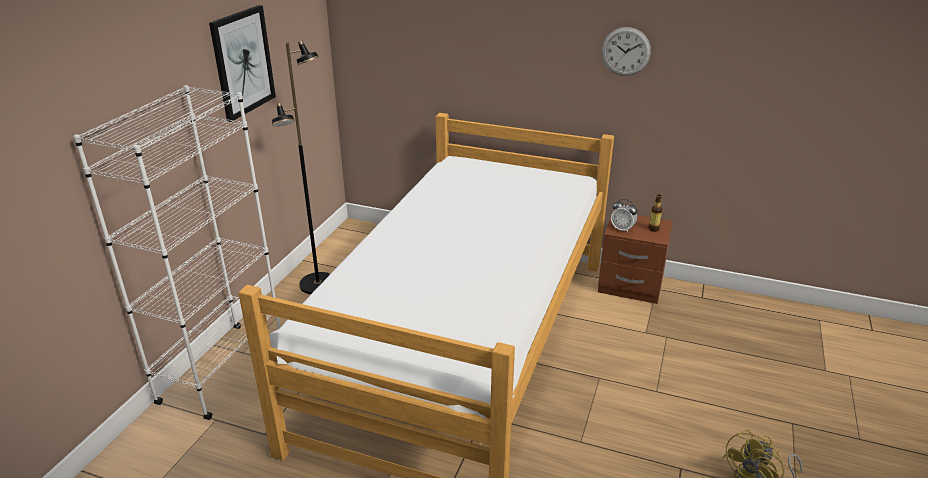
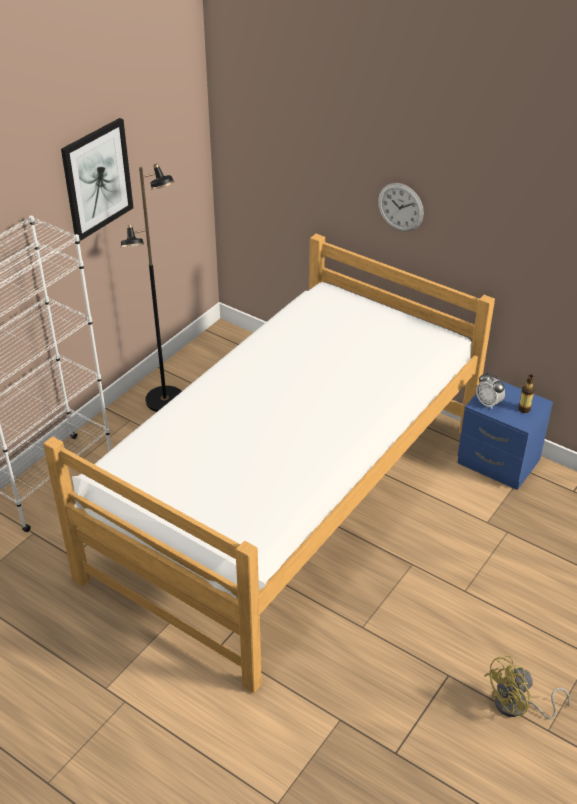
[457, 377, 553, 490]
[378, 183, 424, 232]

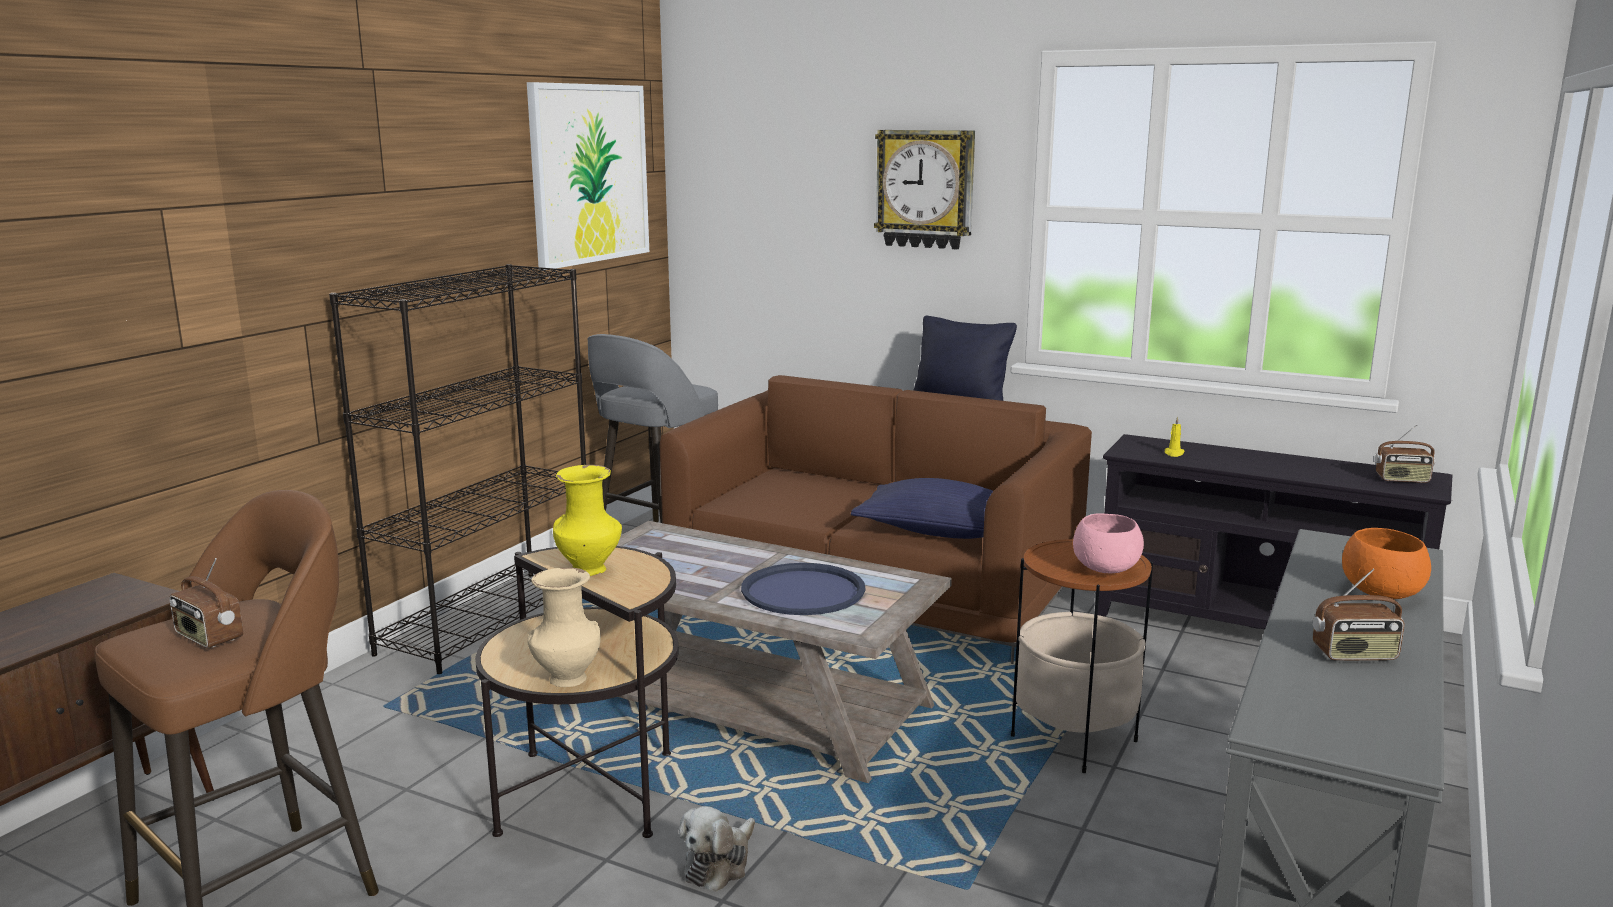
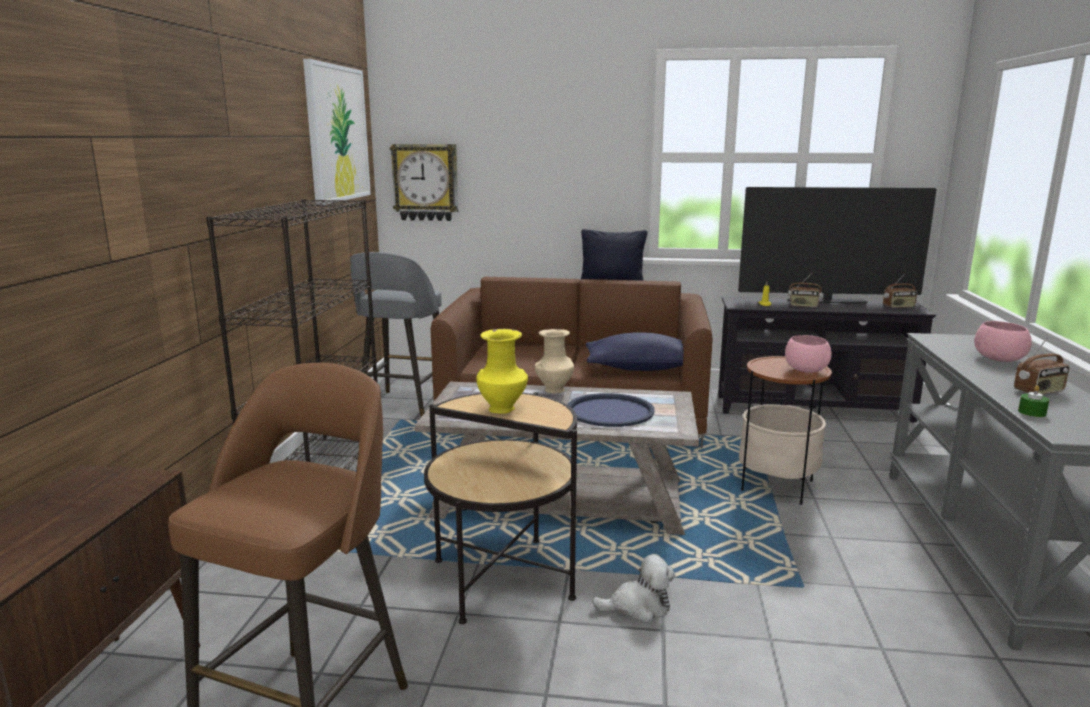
[788, 273, 822, 308]
[535, 329, 574, 393]
[592, 554, 675, 622]
[390, 144, 458, 221]
[974, 321, 1032, 362]
[738, 187, 937, 304]
[1018, 385, 1049, 417]

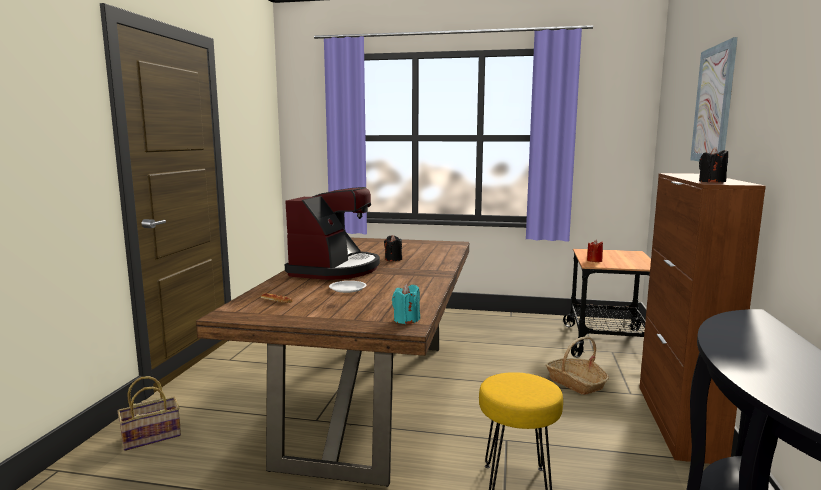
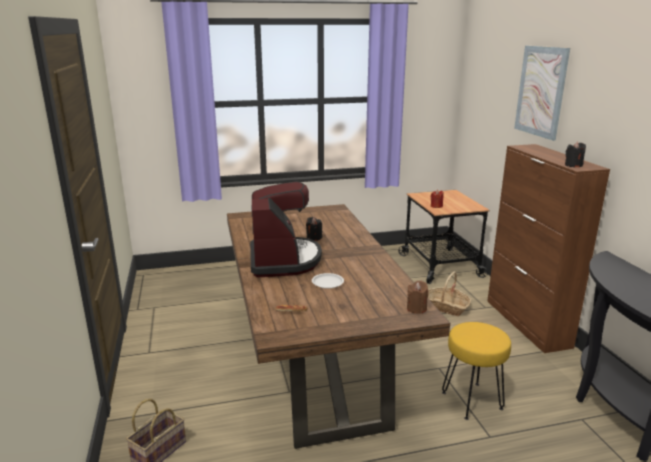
[407, 281, 429, 314]

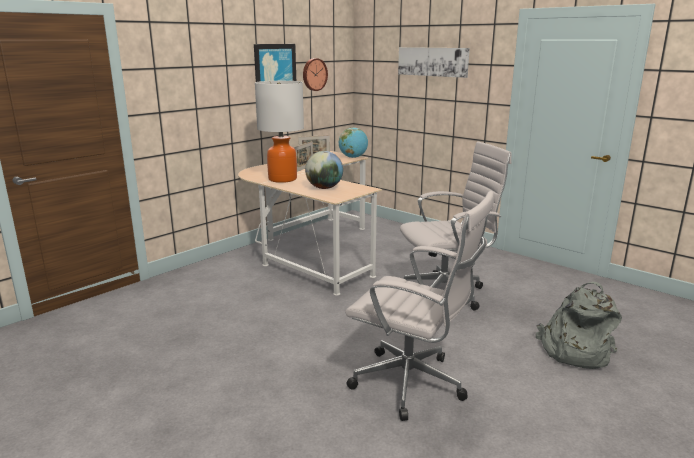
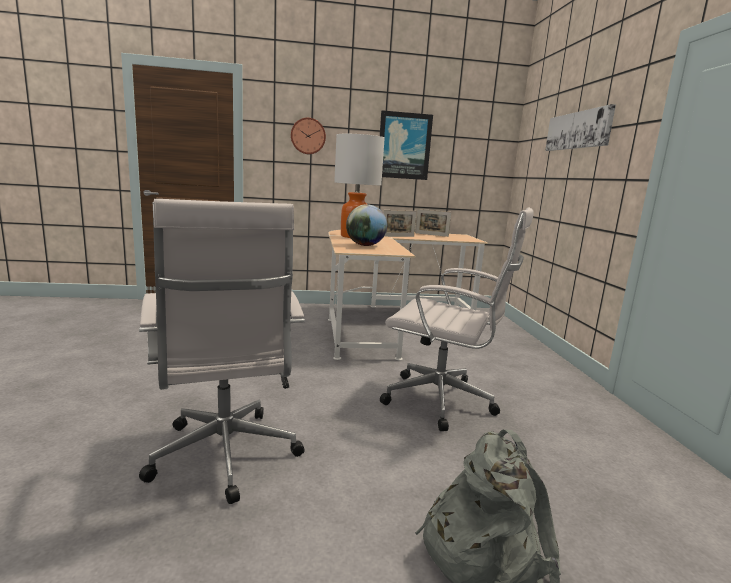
[291, 118, 326, 154]
[339, 127, 368, 158] (first image)

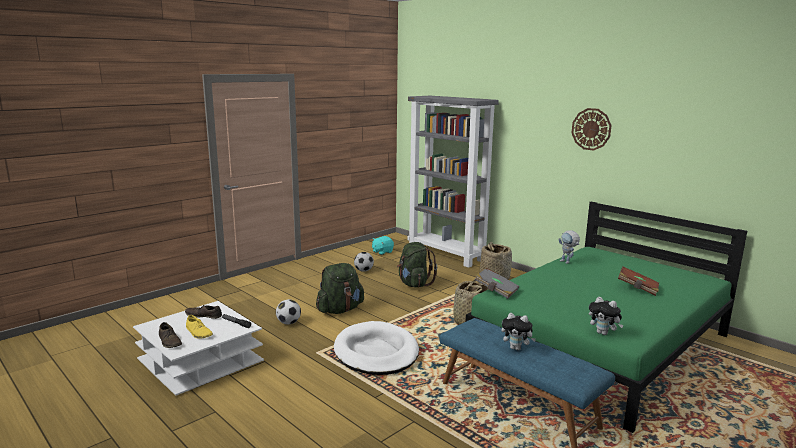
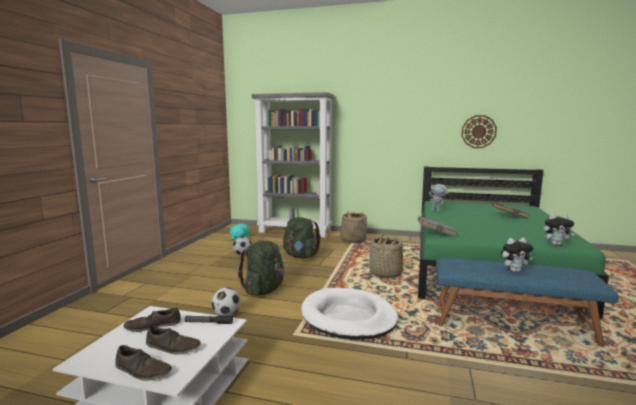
[146, 326, 201, 355]
[461, 115, 497, 148]

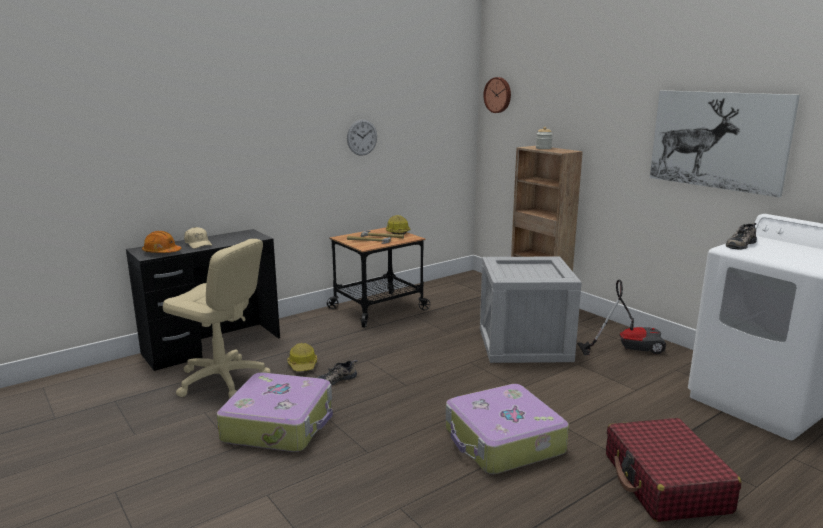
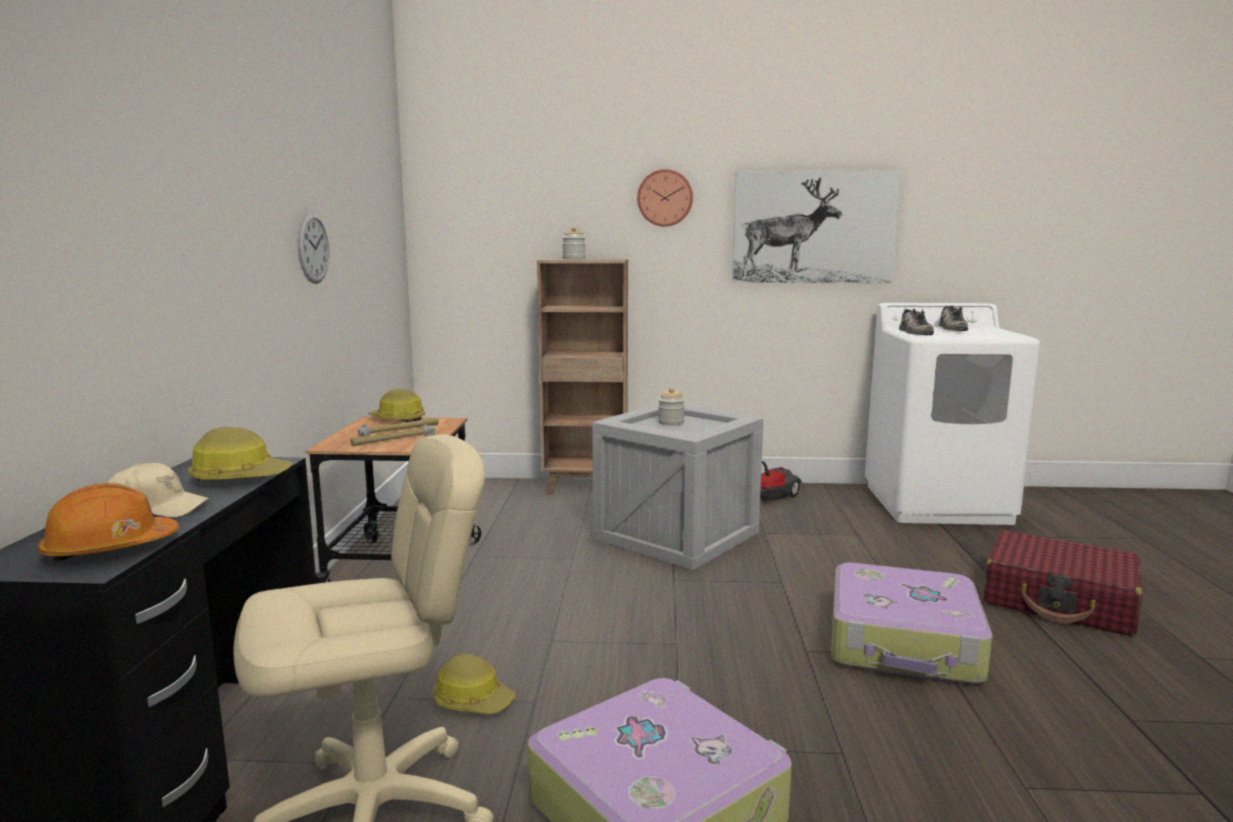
[939, 305, 968, 331]
[637, 169, 693, 227]
[189, 427, 293, 481]
[658, 388, 685, 425]

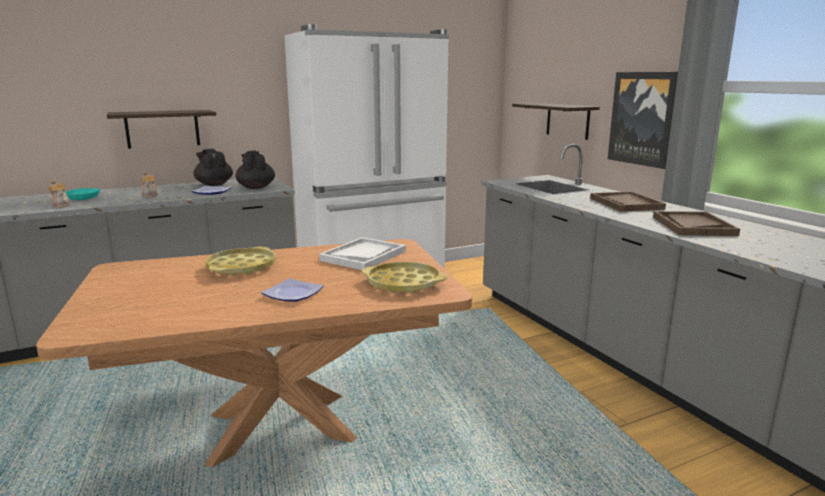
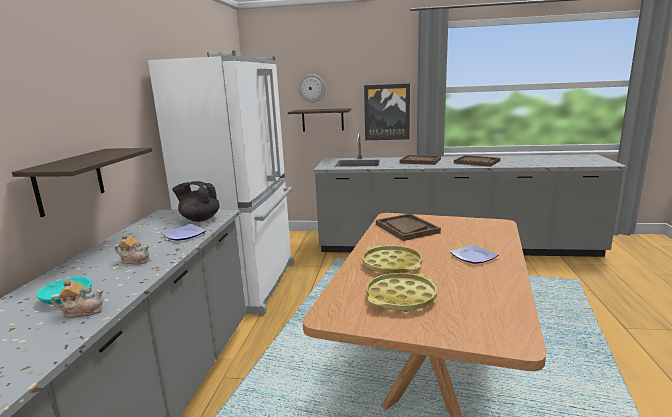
[193, 149, 233, 186] (first image)
[376, 214, 441, 241]
[366, 273, 437, 312]
[298, 74, 325, 103]

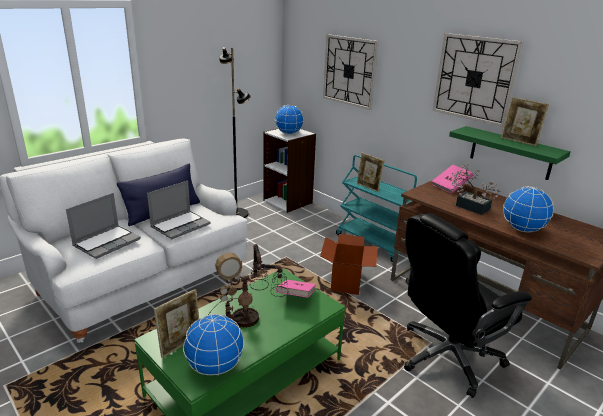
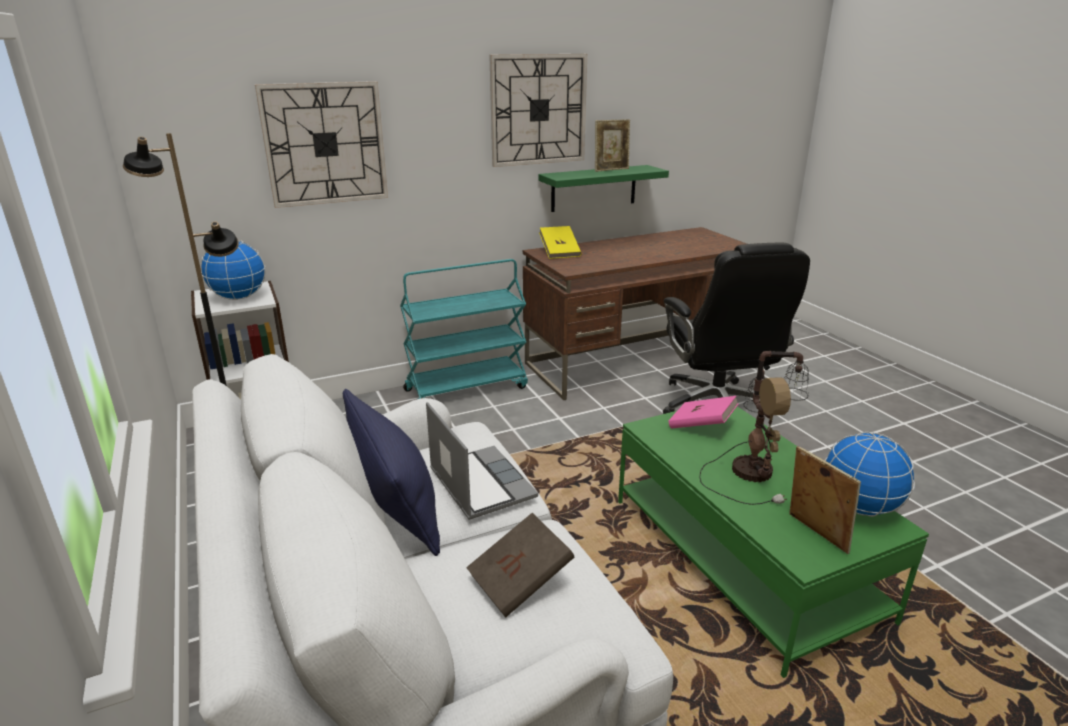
[466, 513, 574, 618]
[320, 234, 378, 295] (first image)
[356, 153, 384, 192] (first image)
[539, 226, 581, 259]
[451, 164, 501, 215] (first image)
[503, 186, 554, 232] (first image)

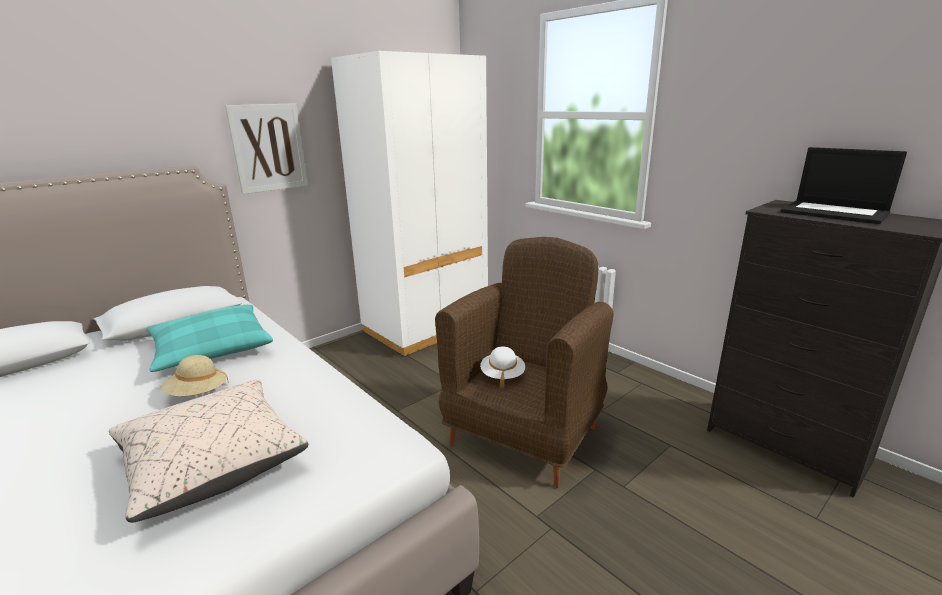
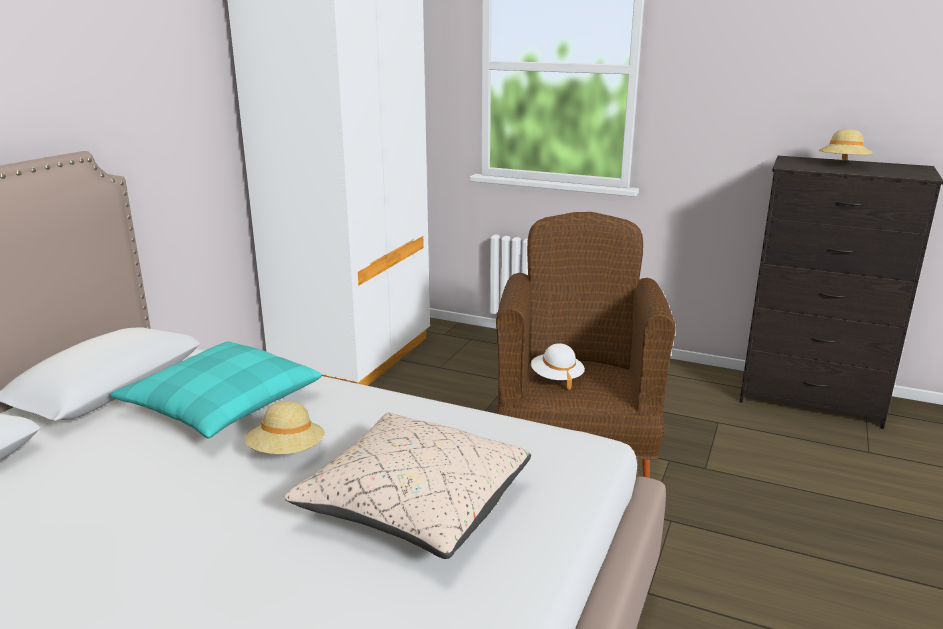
[225, 103, 308, 194] (first image)
[818, 129, 873, 161]

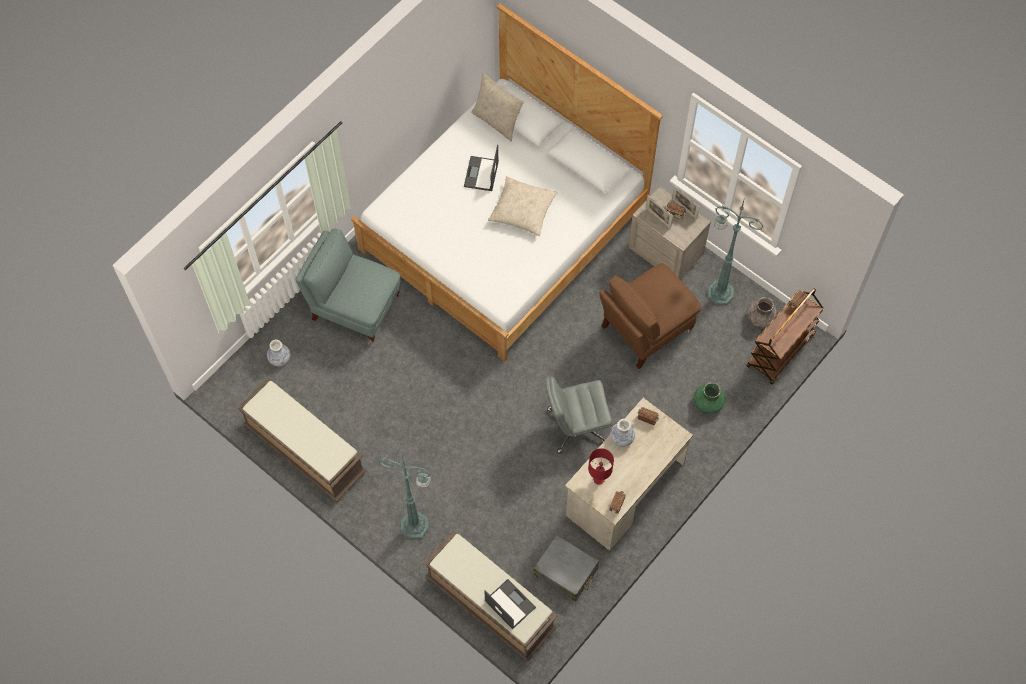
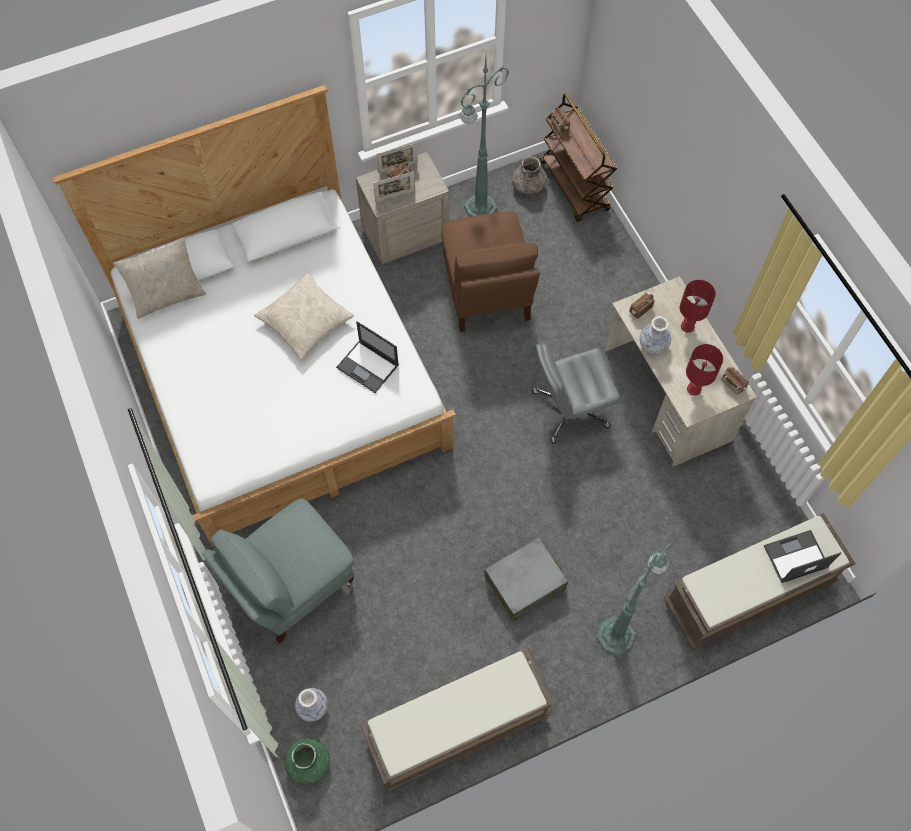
[336, 321, 399, 393]
[485, 537, 568, 620]
[532, 343, 620, 443]
[285, 738, 330, 785]
[680, 280, 716, 333]

